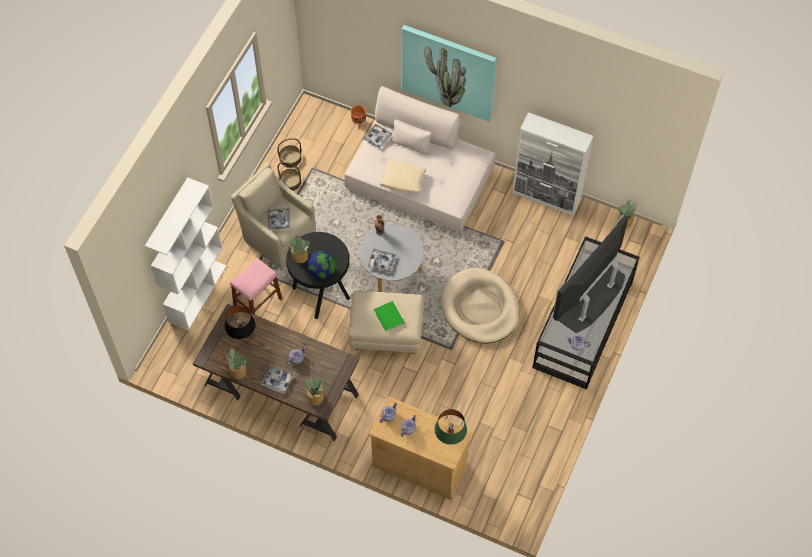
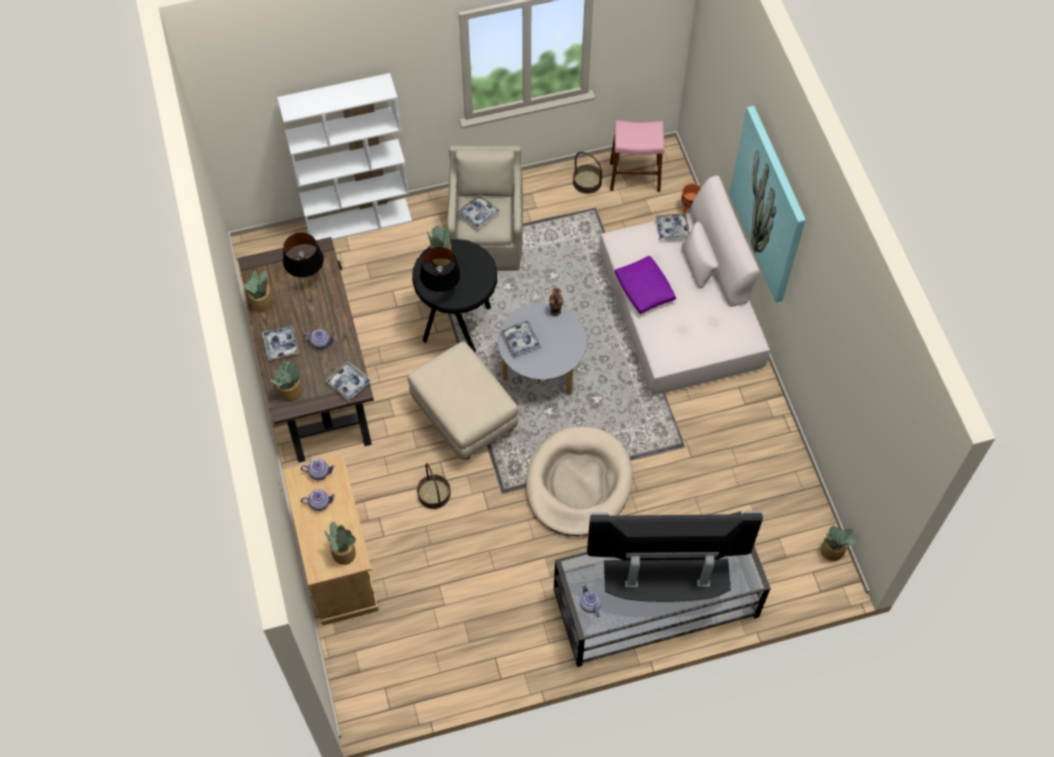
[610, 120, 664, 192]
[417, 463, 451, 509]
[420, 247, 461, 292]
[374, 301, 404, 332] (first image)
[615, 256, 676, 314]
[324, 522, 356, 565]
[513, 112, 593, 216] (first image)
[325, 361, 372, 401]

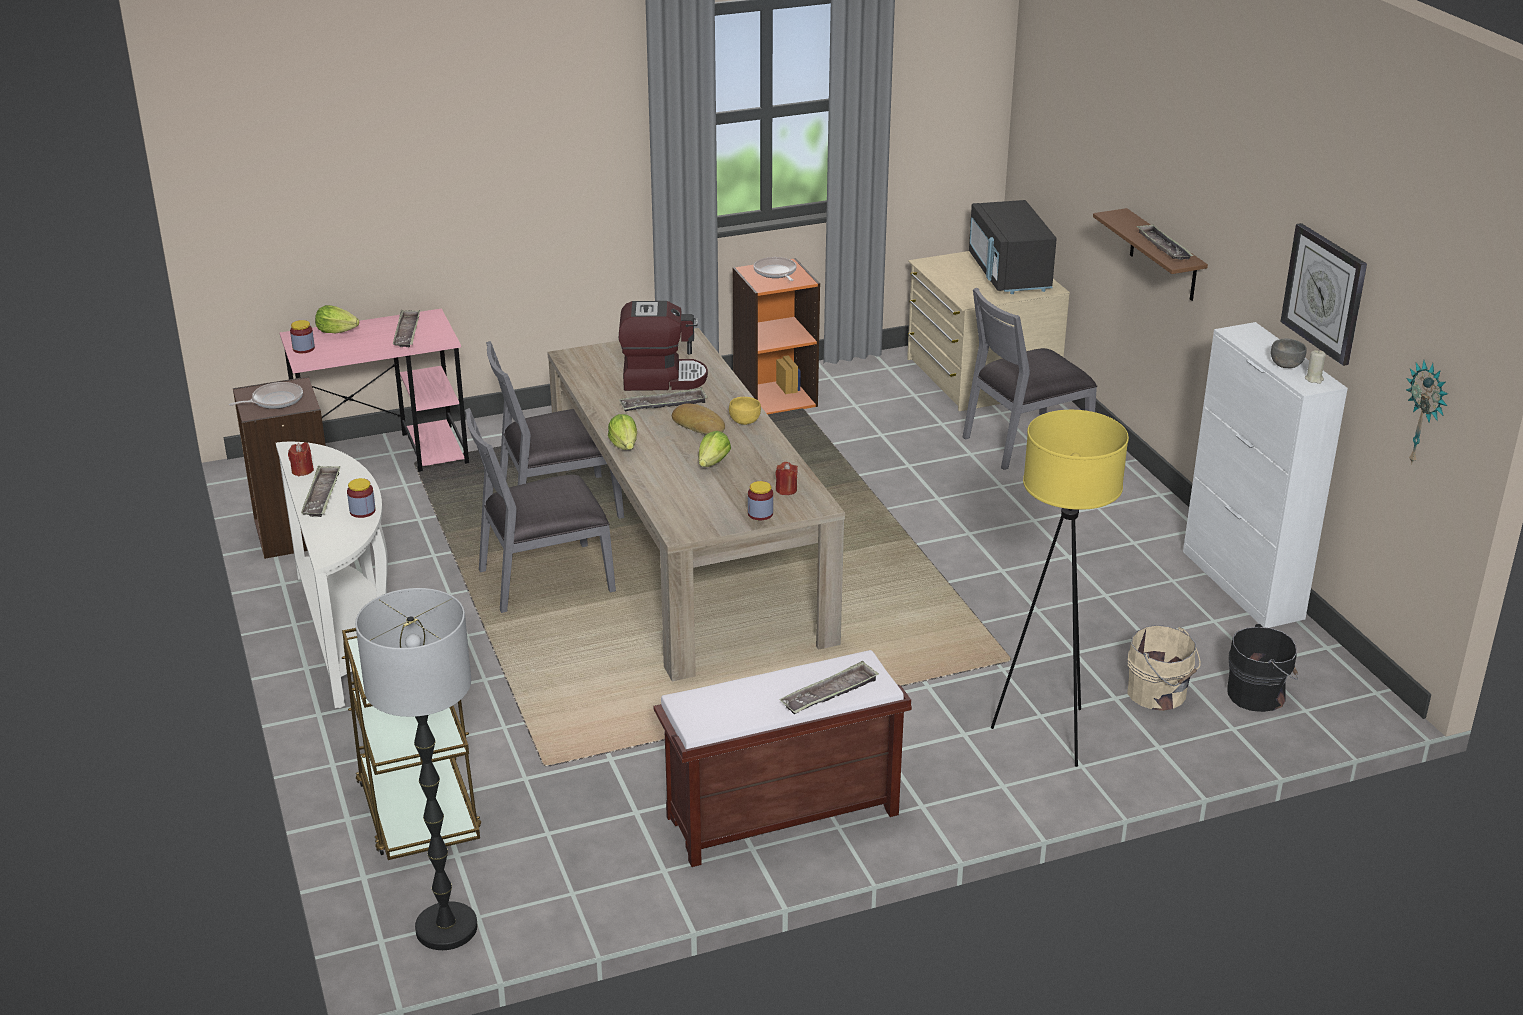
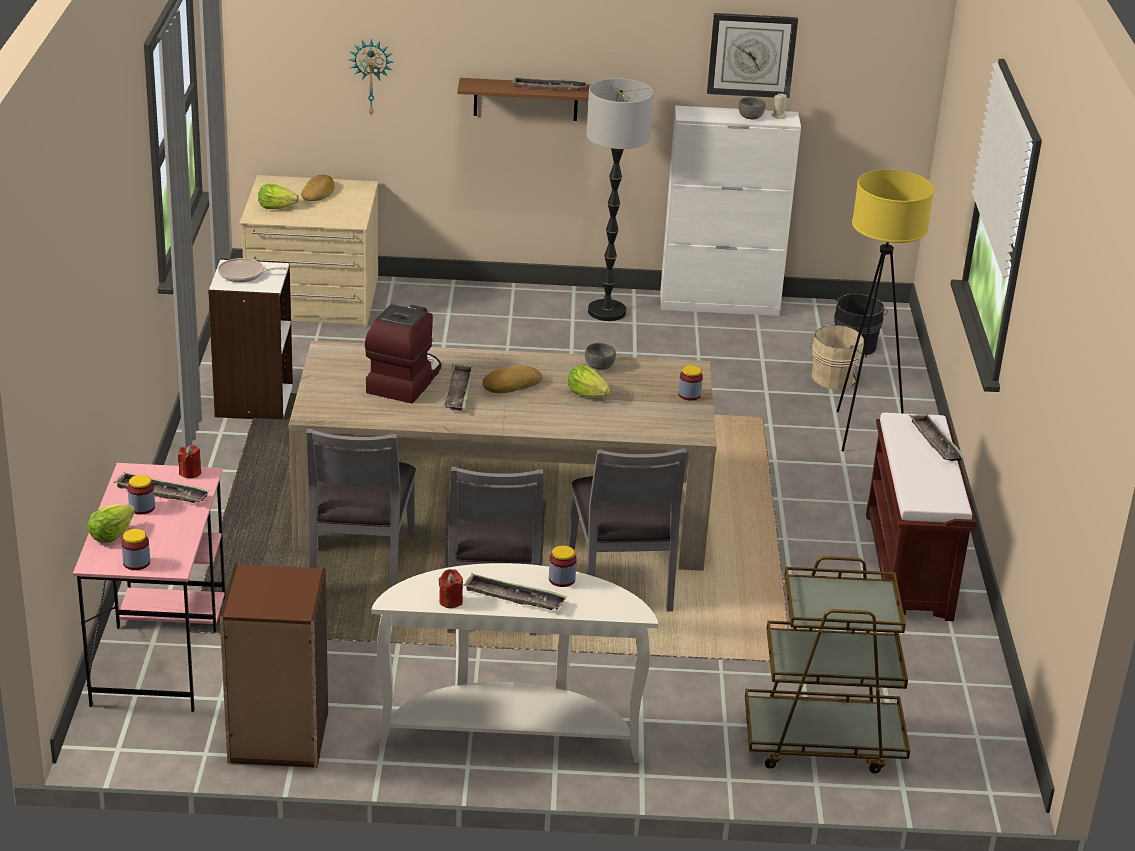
[229, 382, 303, 409] (first image)
[586, 78, 653, 321]
[258, 184, 299, 209]
[729, 397, 761, 425] (first image)
[208, 258, 293, 419]
[178, 445, 201, 478]
[569, 448, 687, 612]
[301, 174, 335, 201]
[349, 39, 393, 117]
[128, 475, 155, 515]
[585, 343, 616, 370]

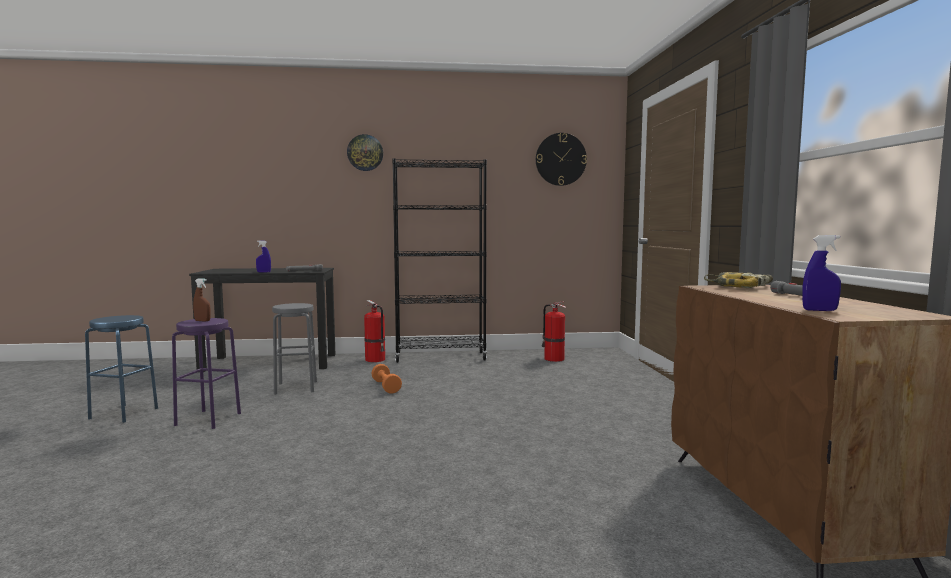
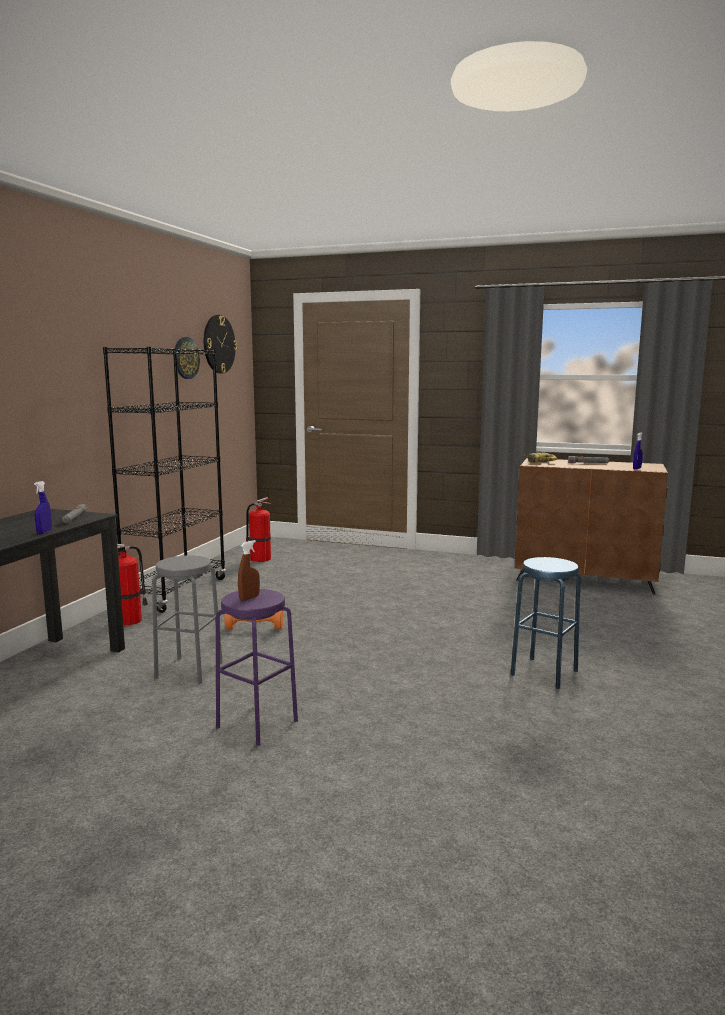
[511, 557, 581, 689]
[175, 337, 200, 379]

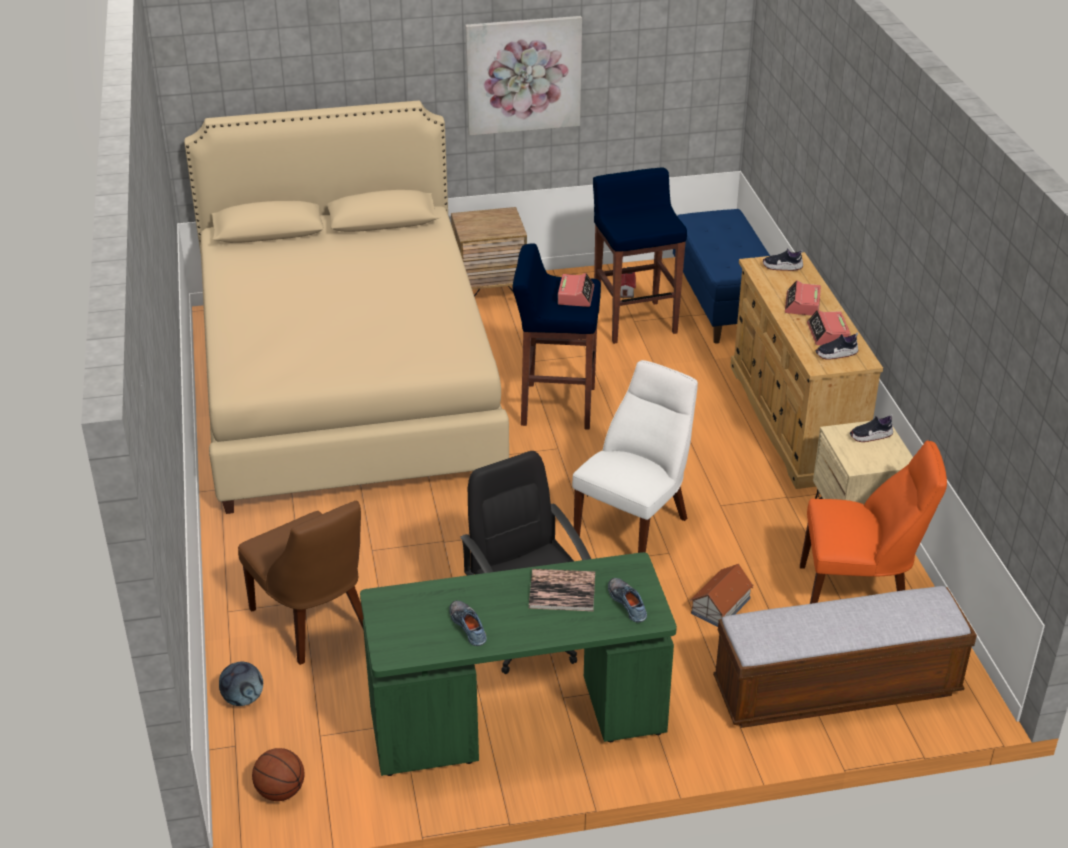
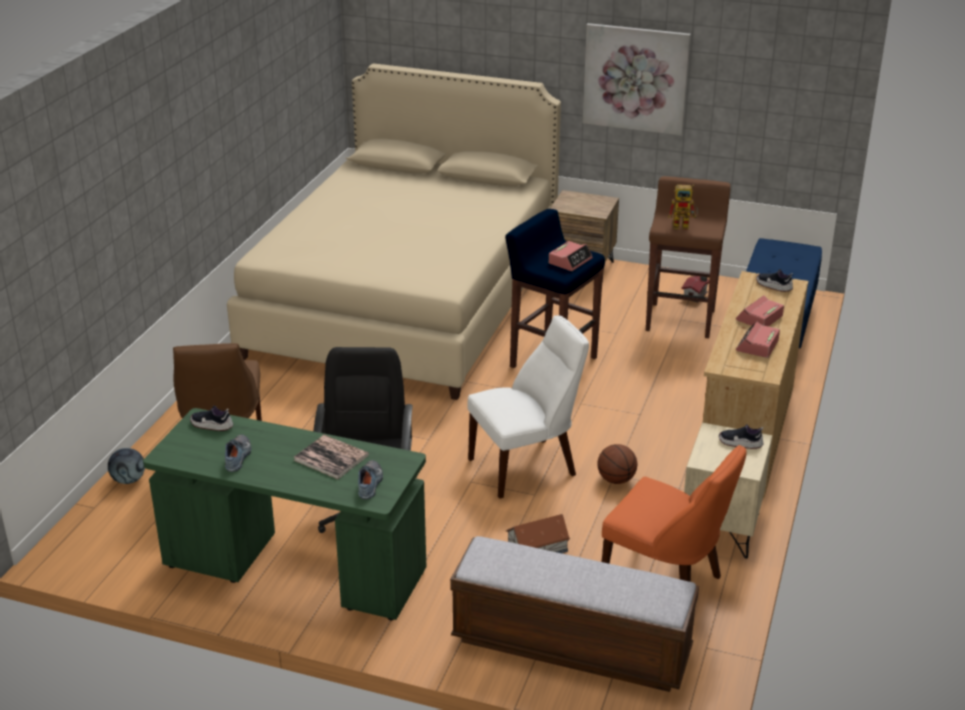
[597, 444, 637, 484]
[646, 176, 730, 338]
[190, 405, 233, 431]
[668, 185, 698, 229]

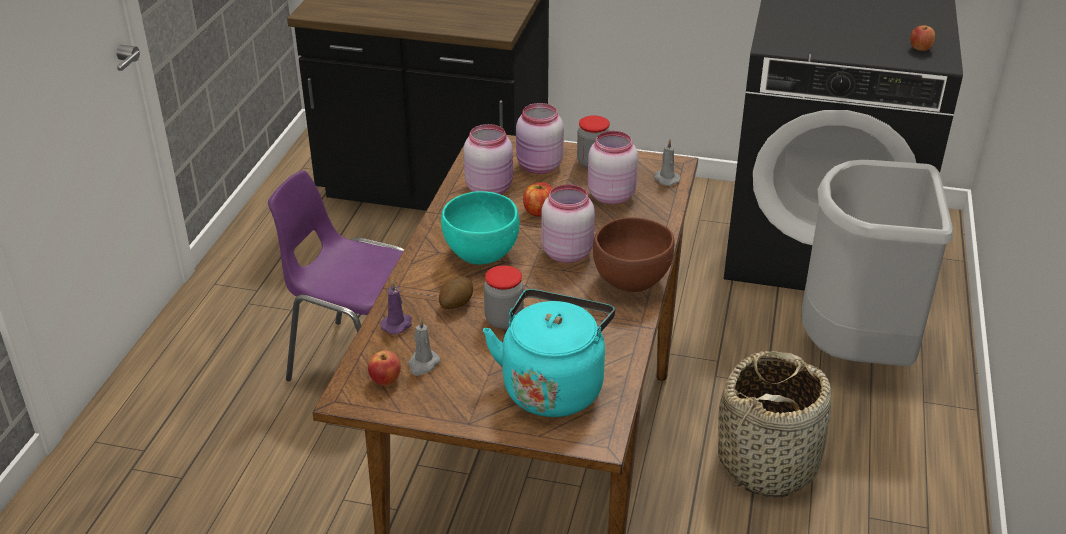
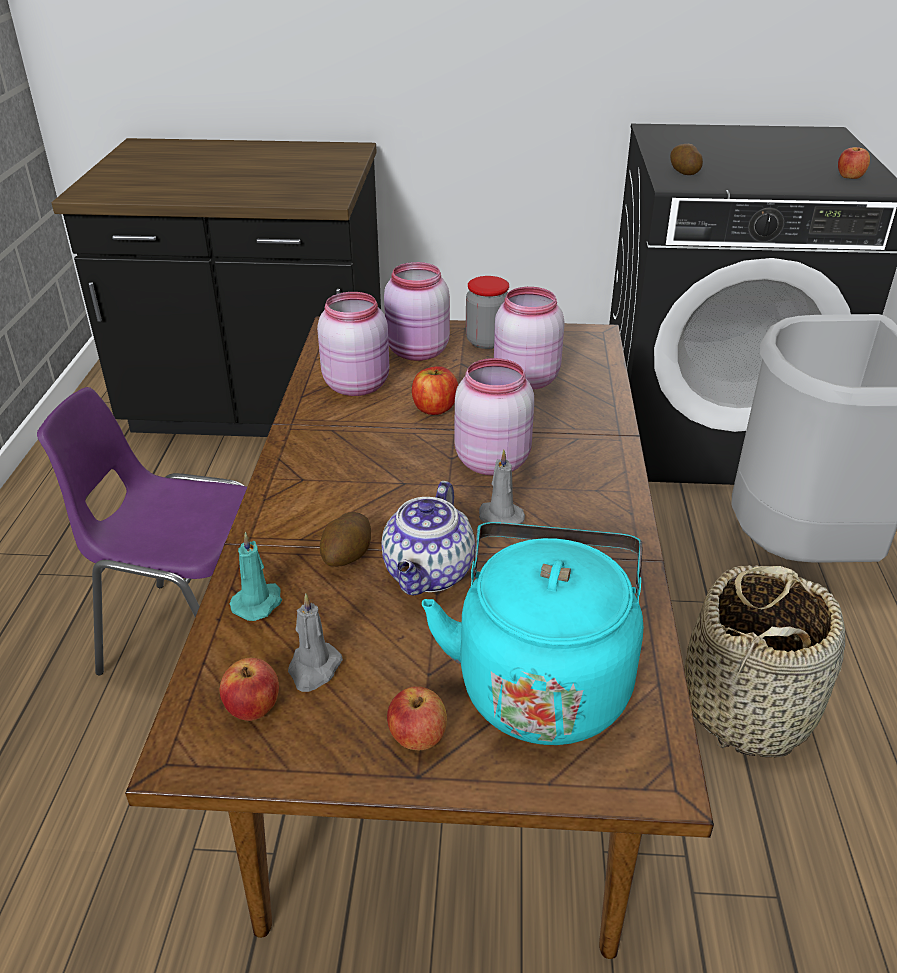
[230, 532, 282, 621]
[441, 191, 520, 265] (first image)
[381, 481, 475, 596]
[593, 217, 674, 292] (first image)
[479, 450, 525, 524]
[387, 686, 447, 750]
[670, 144, 703, 175]

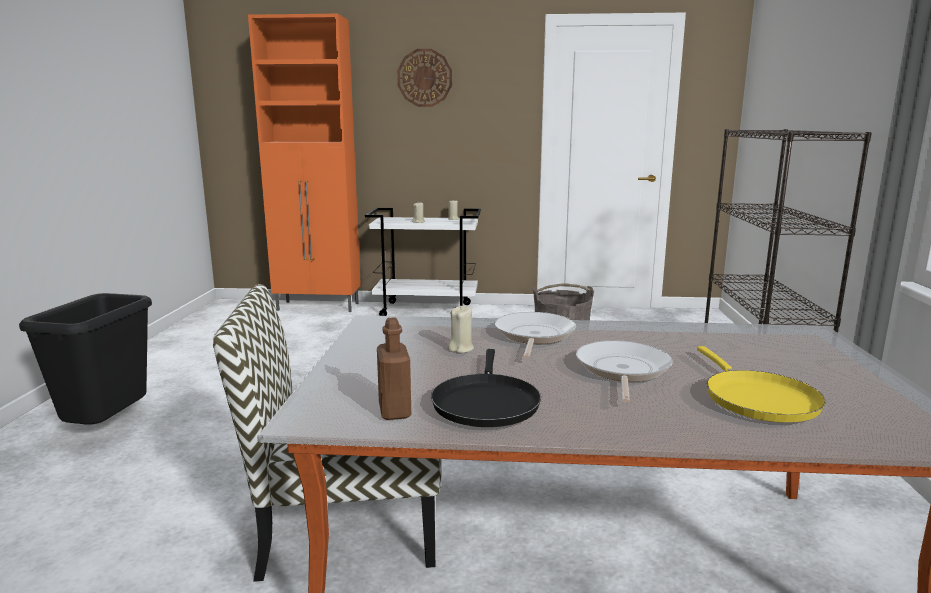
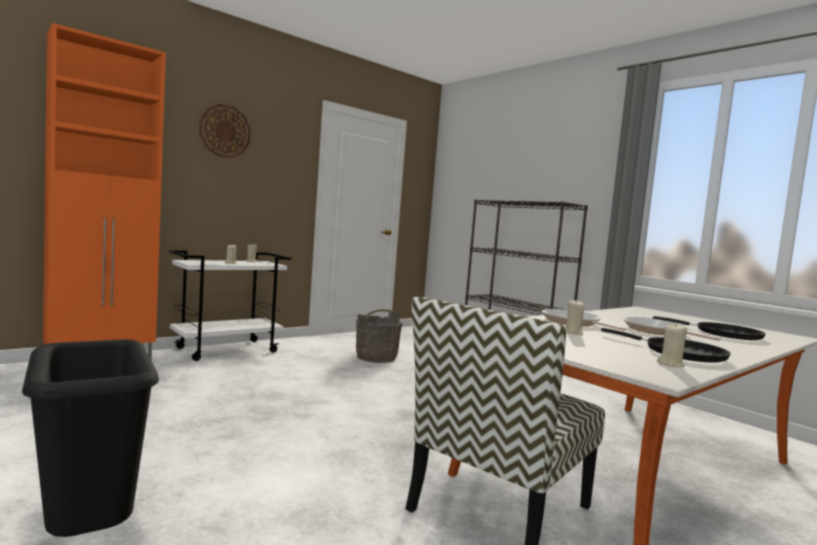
[657, 323, 687, 367]
[653, 316, 766, 340]

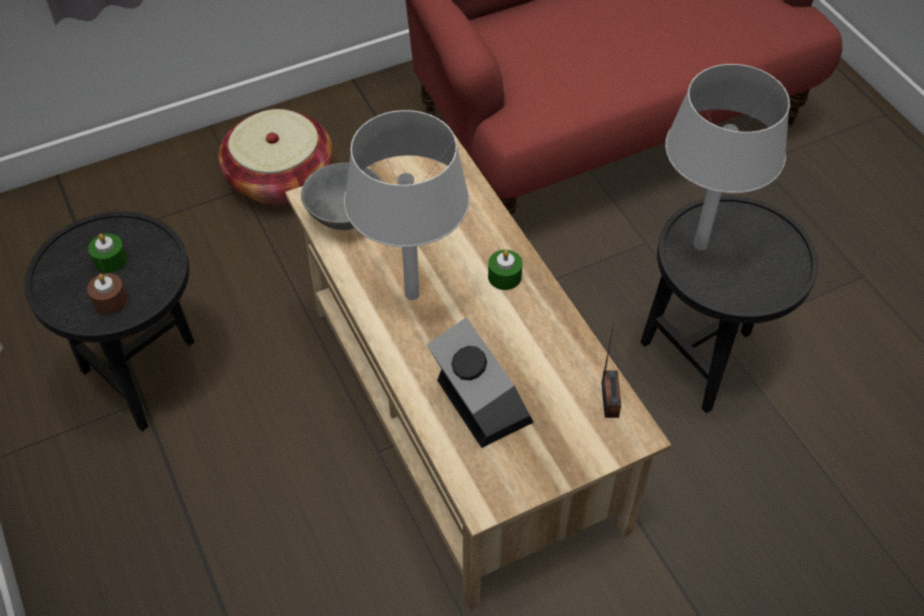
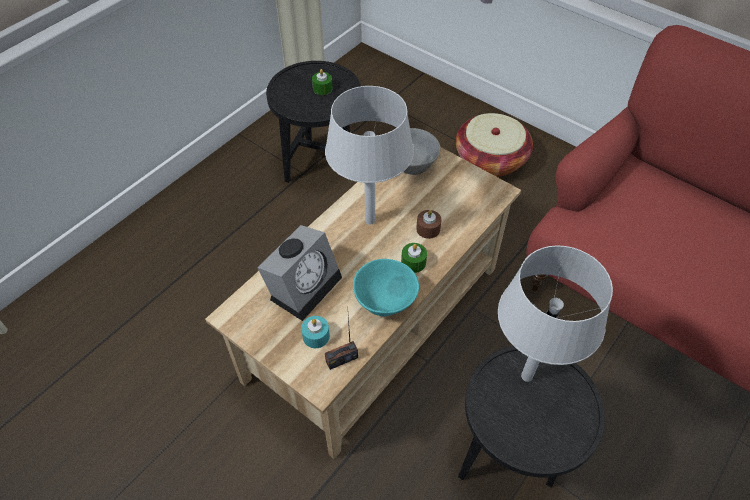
[416, 210, 441, 239]
[301, 316, 330, 348]
[353, 259, 419, 316]

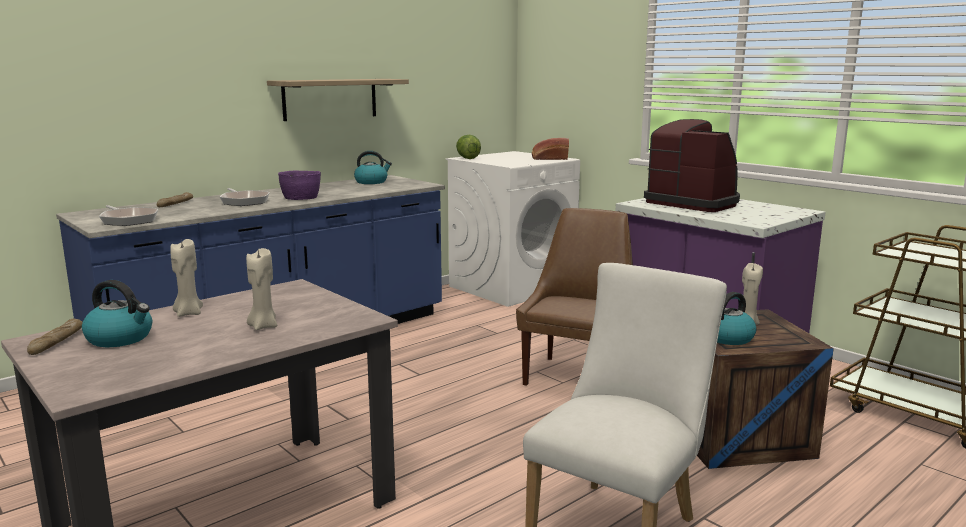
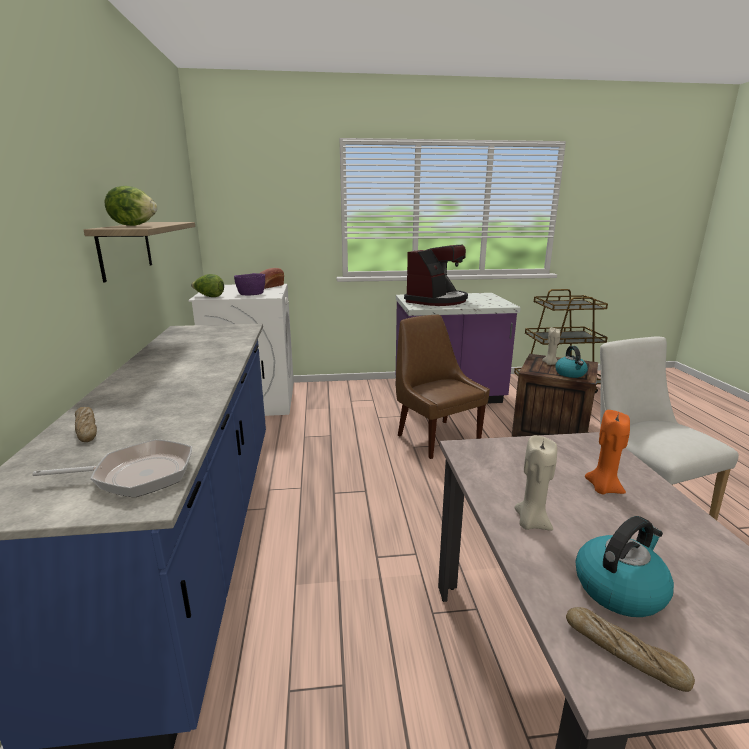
[220, 188, 270, 206] (first image)
[585, 410, 630, 494]
[234, 273, 265, 296]
[354, 151, 392, 184] (first image)
[404, 245, 468, 306]
[105, 186, 157, 226]

